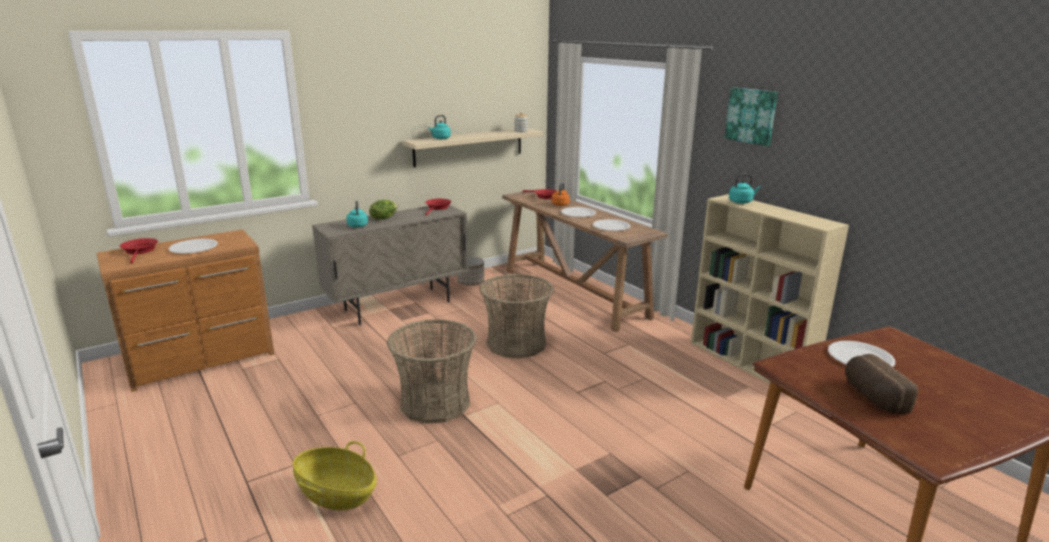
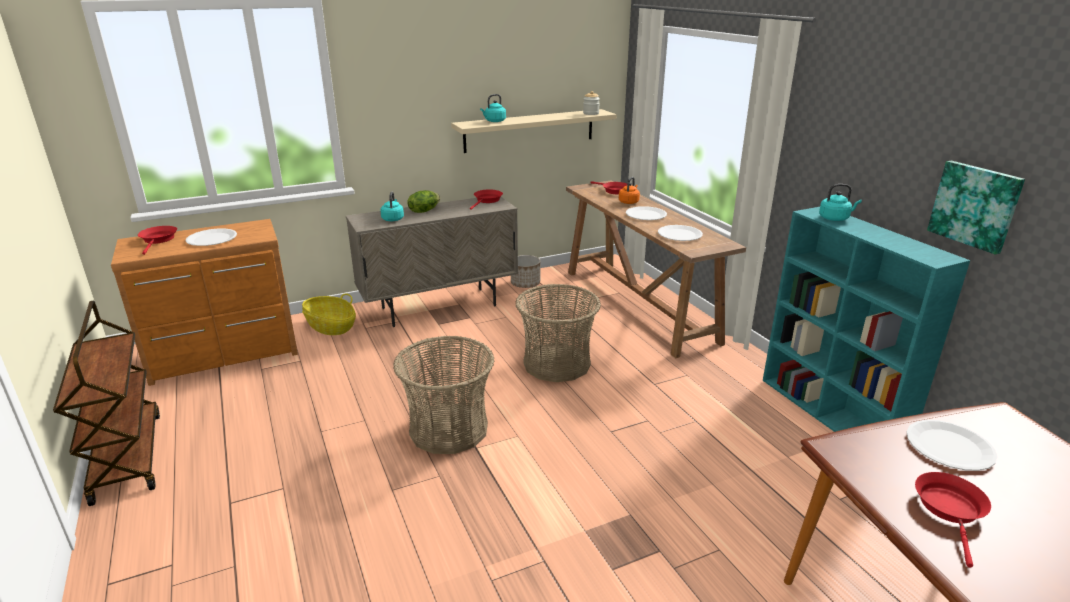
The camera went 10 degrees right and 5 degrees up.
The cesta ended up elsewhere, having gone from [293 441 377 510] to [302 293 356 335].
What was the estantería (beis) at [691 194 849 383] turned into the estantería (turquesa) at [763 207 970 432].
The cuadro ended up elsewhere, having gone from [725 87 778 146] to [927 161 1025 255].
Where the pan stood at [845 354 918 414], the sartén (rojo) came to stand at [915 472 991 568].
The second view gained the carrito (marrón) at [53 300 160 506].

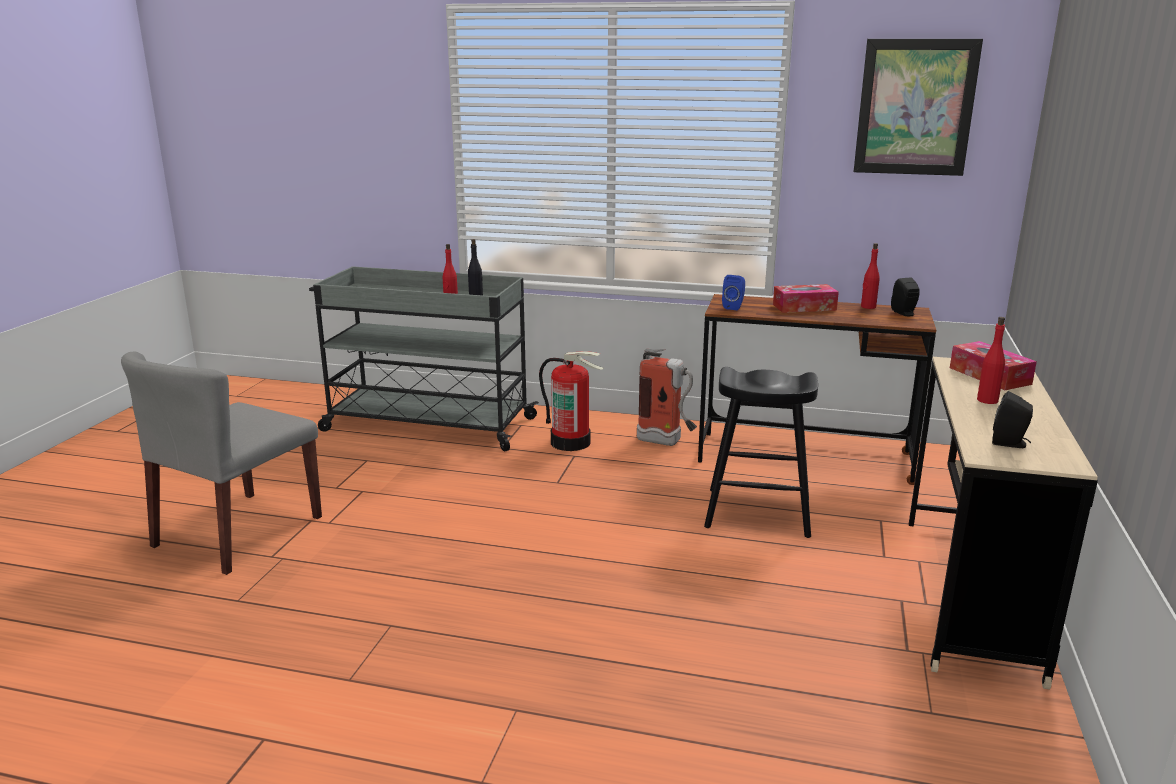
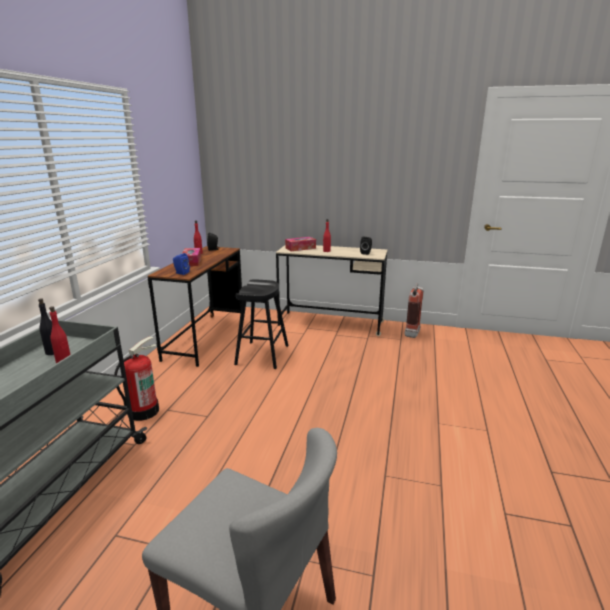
The camera went 90 degrees left and 0 degrees up.
The extintor ended up elsewhere, having gone from [637 348 697 446] to [405 284 424 338].
The second view lost the cuadro at [854 39 983 176].

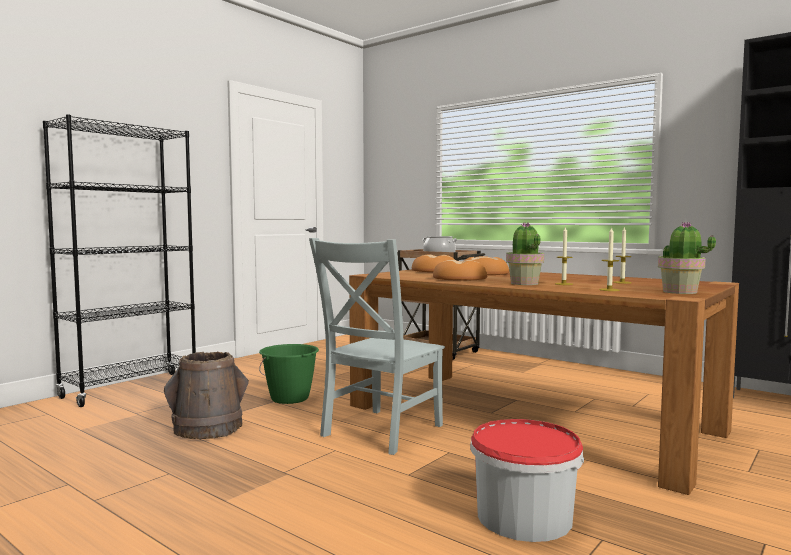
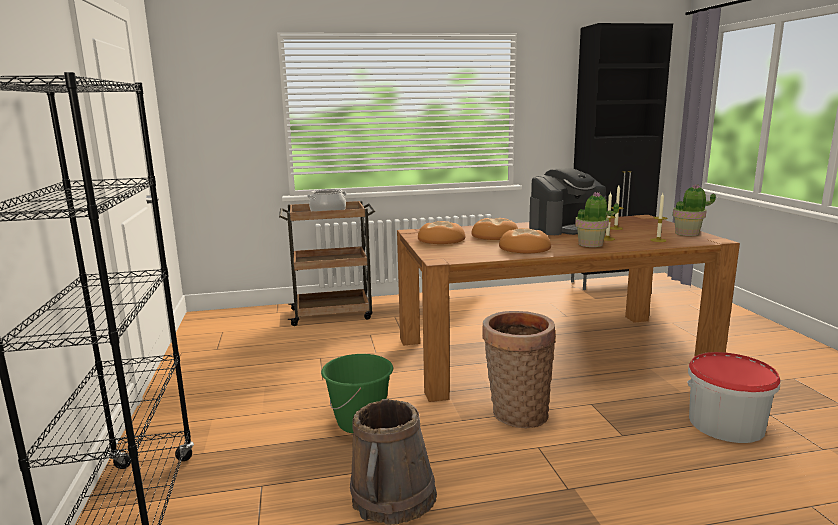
The camera went 50 degrees left and 10 degrees up.
Where the silla (gris) stood at [309 238 445 455], the cesta came to stand at [483 311 556 428].
The second view gained the cafetera at [529 168 606 235].

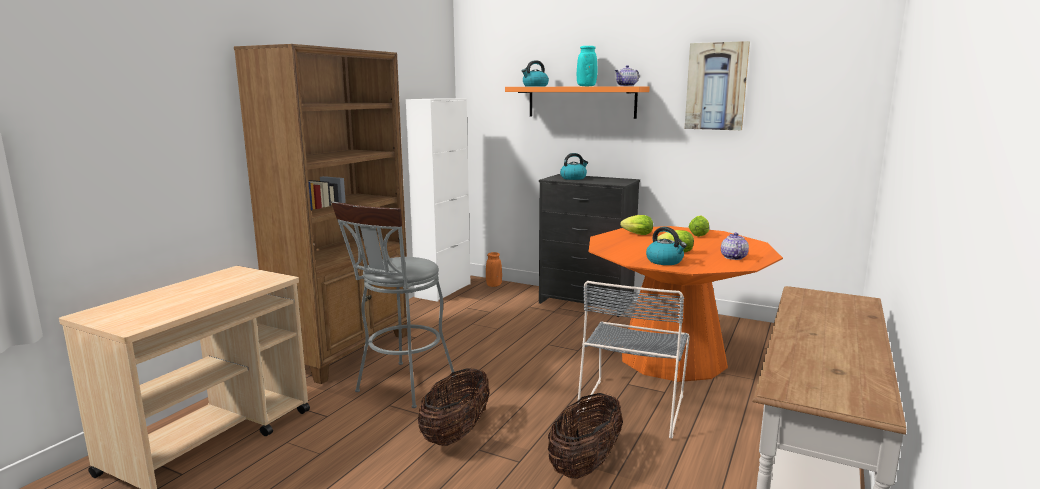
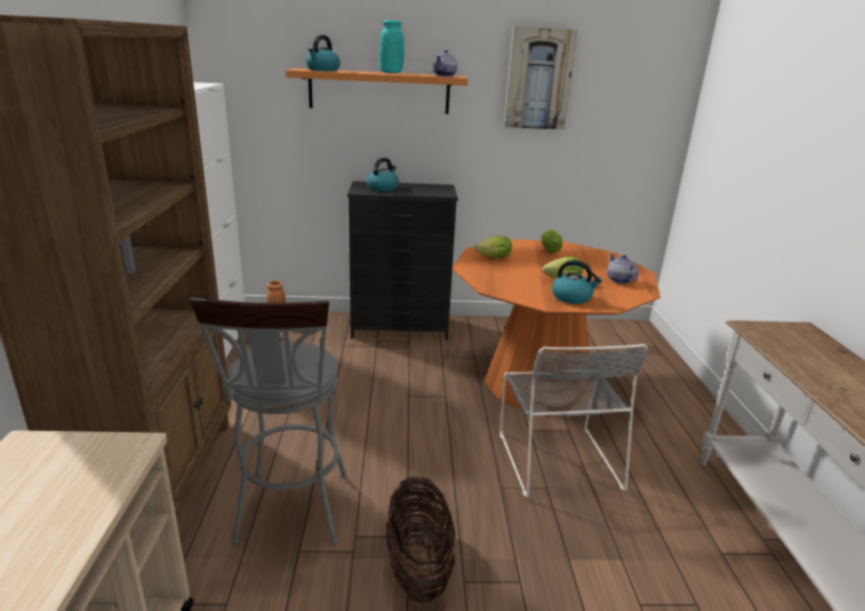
The camera went 30 degrees left and 10 degrees up.
The second view lost the cesta at [548 393 623 479].

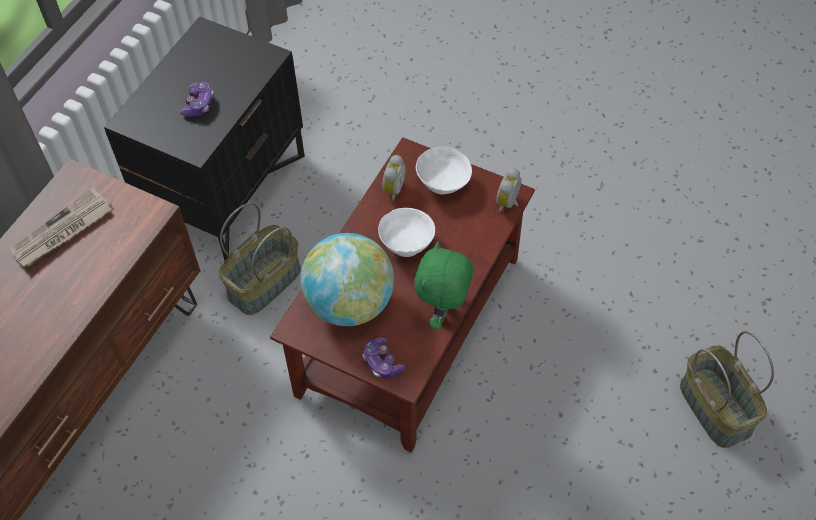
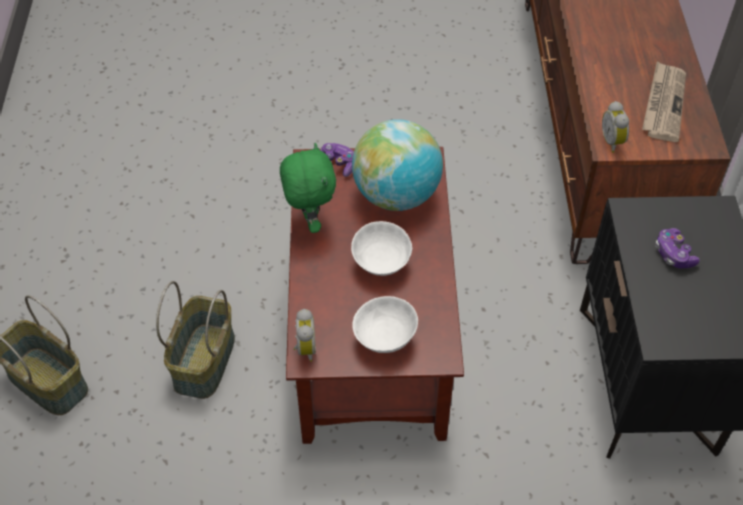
The camera went 150 degrees right and 5 degrees down.
The cesta ended up elsewhere, having gone from [218 203 301 315] to [156 281 235 399].
The despertador ended up elsewhere, having gone from [382 155 406 201] to [602 101 629 153].

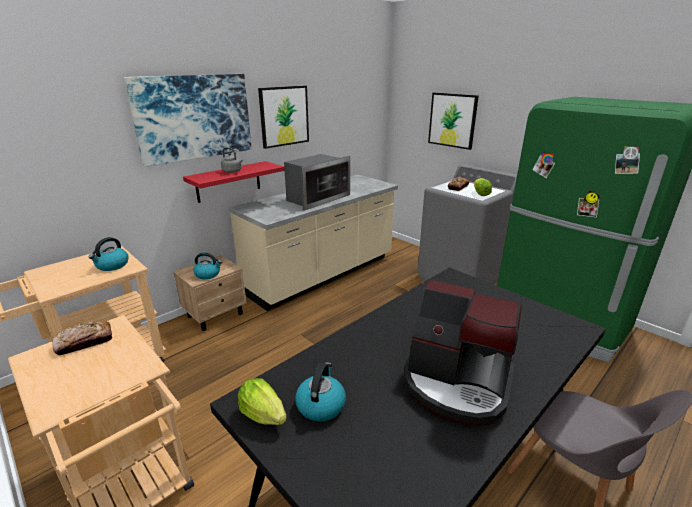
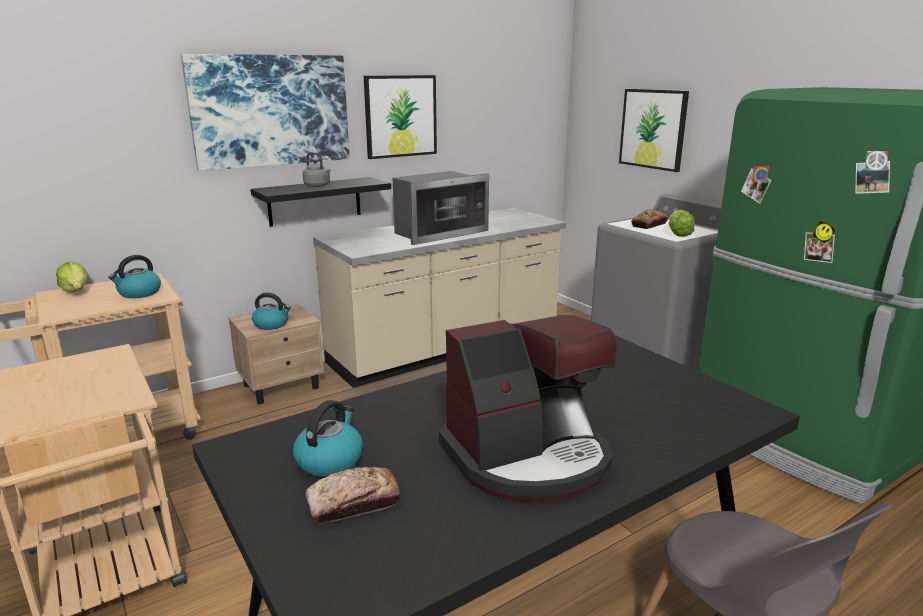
The camera went 10 degrees right and 5 degrees down.
The pan ended up elsewhere, having gone from [52 321 112 355] to [305 467 401 524].
What was the estante (rojo) at [183 161 284 203] turned into the estante (negro) at [251 177 391 227].
The lechuga ended up elsewhere, having gone from [238 378 287 425] to [56 262 88 293].
The cafetera at [404 280 522 426] ended up facing another way, 60 degrees counterclockwise from before.

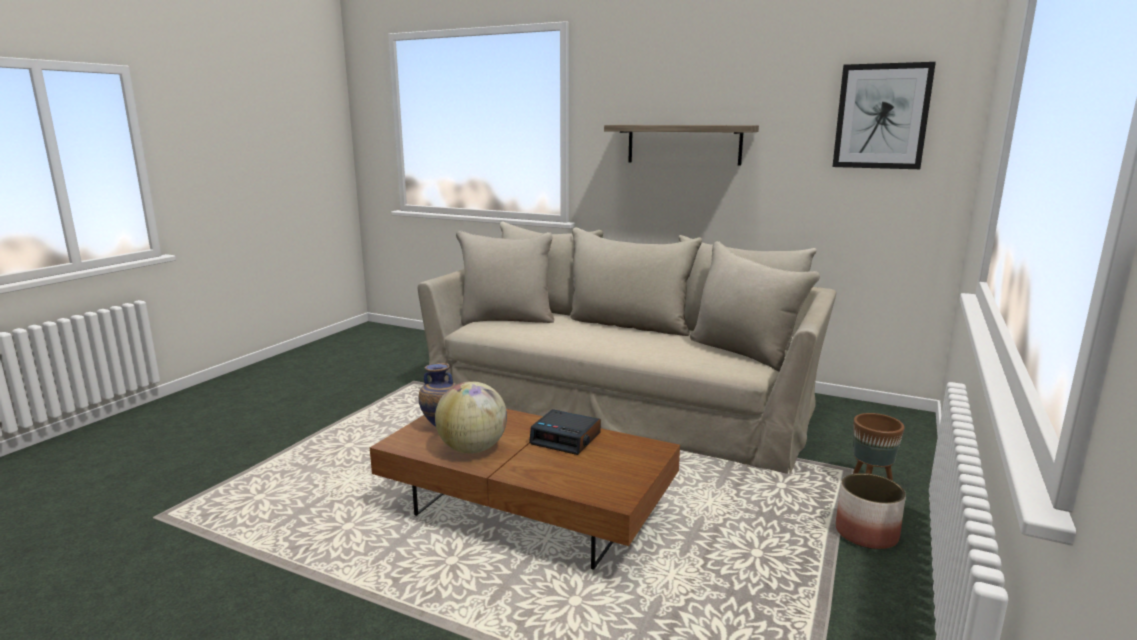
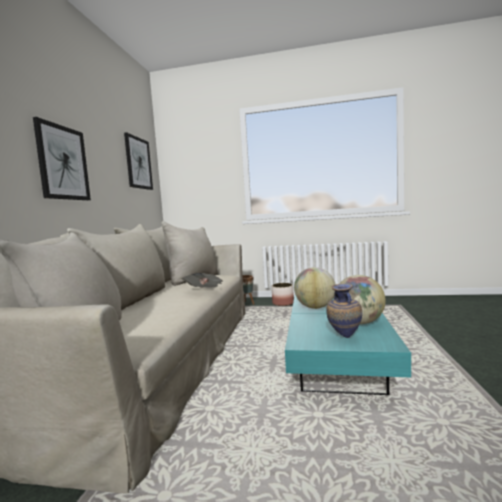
The camera went 105 degrees left and 10 degrees down.
What was the mesa de centro (marrón) at [370 409 680 570] turned into the mesa de centro (turquesa) at [285 295 411 395].
Where the despertador stood at [529 409 601 455], the globo terráqueo came to stand at [294 267 335 309].
Where the estante hung at [604 125 759 166], the cuadro came to hang at [33 117 91 200].
The second view gained the periódico at [182 273 223 288].

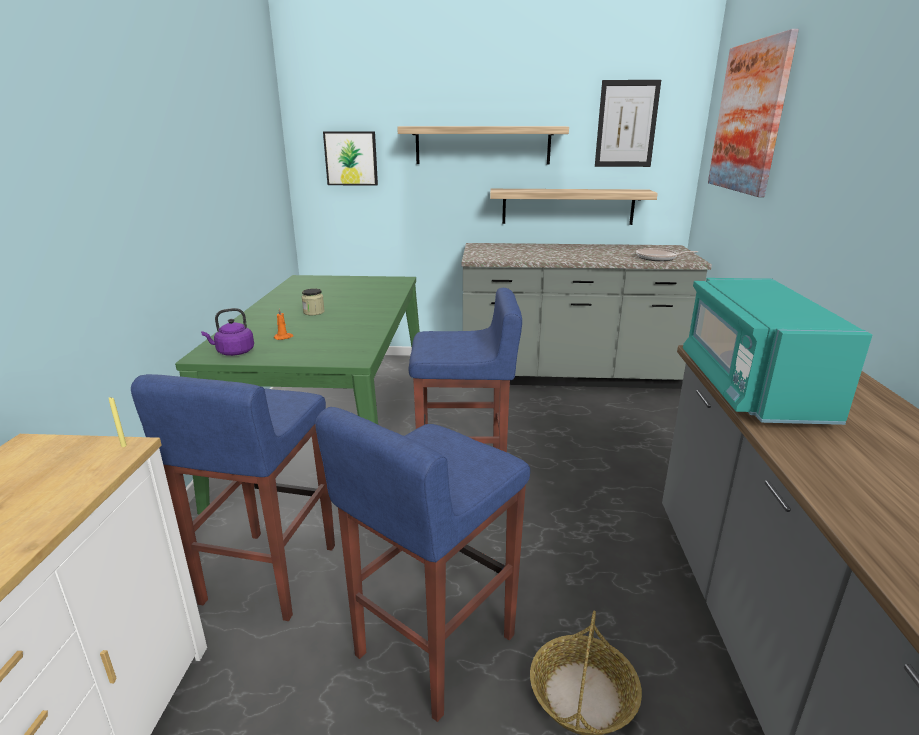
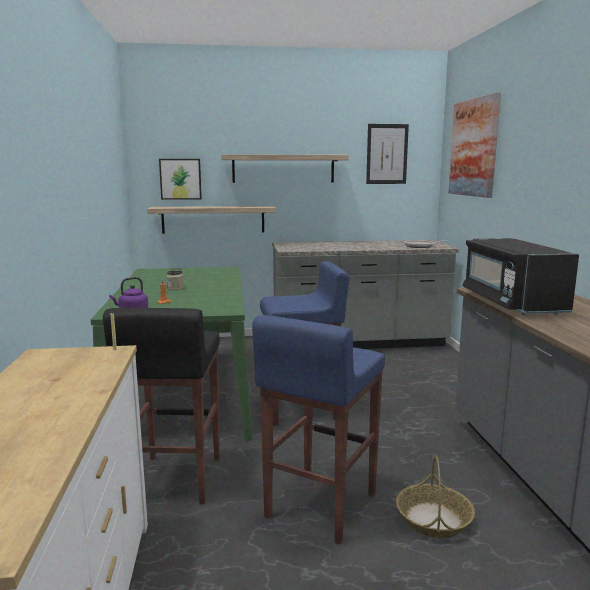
The camera went 10 degrees left and 10 degrees down.
What was the taburete (azul) at [131 374 335 621] turned into the taburete (negro) at [103 308 220 504].
The estante ended up elsewhere, having gone from [490 189 658 225] to [147 206 276 234].
What was the microondas (turquesa) at [683 278 872 425] turned into the microondas (negro) at [463 238 579 315].

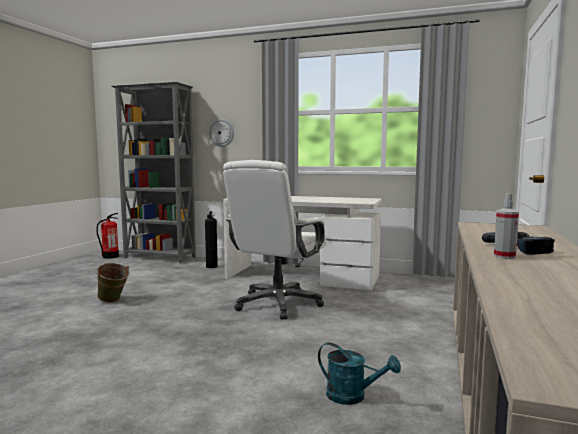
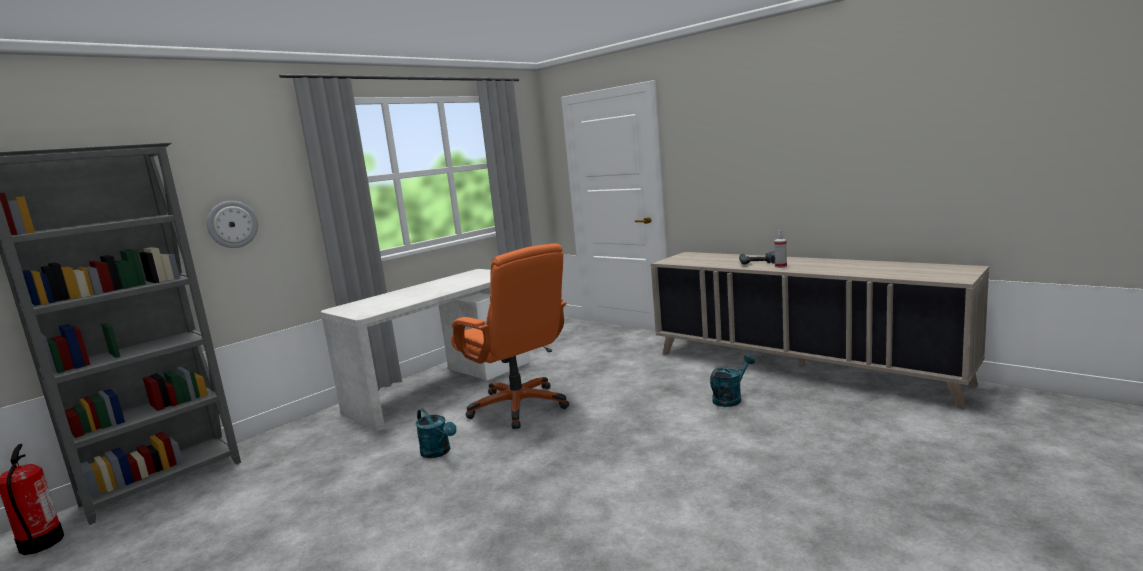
The camera went 65 degrees left and 5 degrees up.
The second view lost the cubo (verde) at [95 263 130 303].
The second view lost the extintor at [205 211 218 268].
What was the silla de oficina (blanco) at [223 160 326 320] turned into the silla de oficina (naranja) at [451 243 569 429].
The second view gained the regadera (turquesa) at [415 408 457 458].

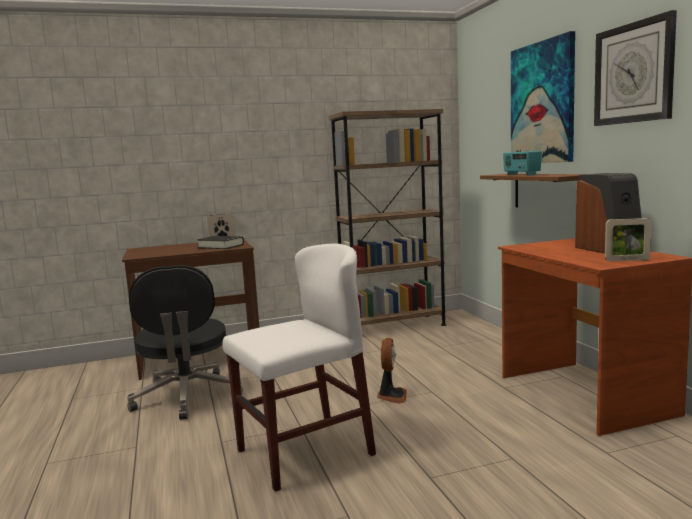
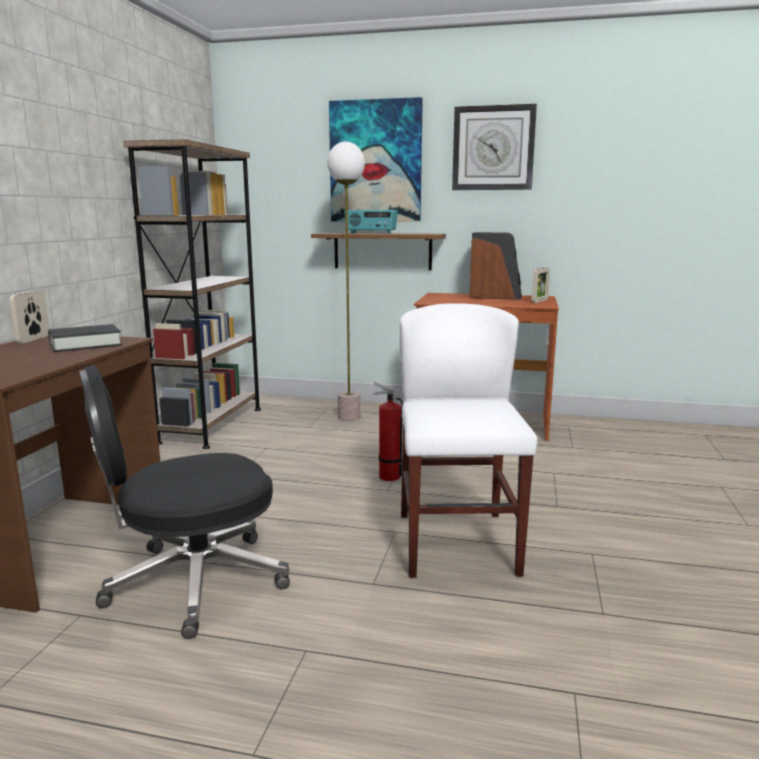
The camera went 60 degrees left and 5 degrees up.
The silla de oficina (negro) at [128 265 243 420] ended up facing another way, 135 degrees clockwise from before.
Where the ventilador stood at [377 338 407 403], the extintor came to stand at [373 381 403 481].
The second view gained the lámpara de pie at [327 142 365 421].

